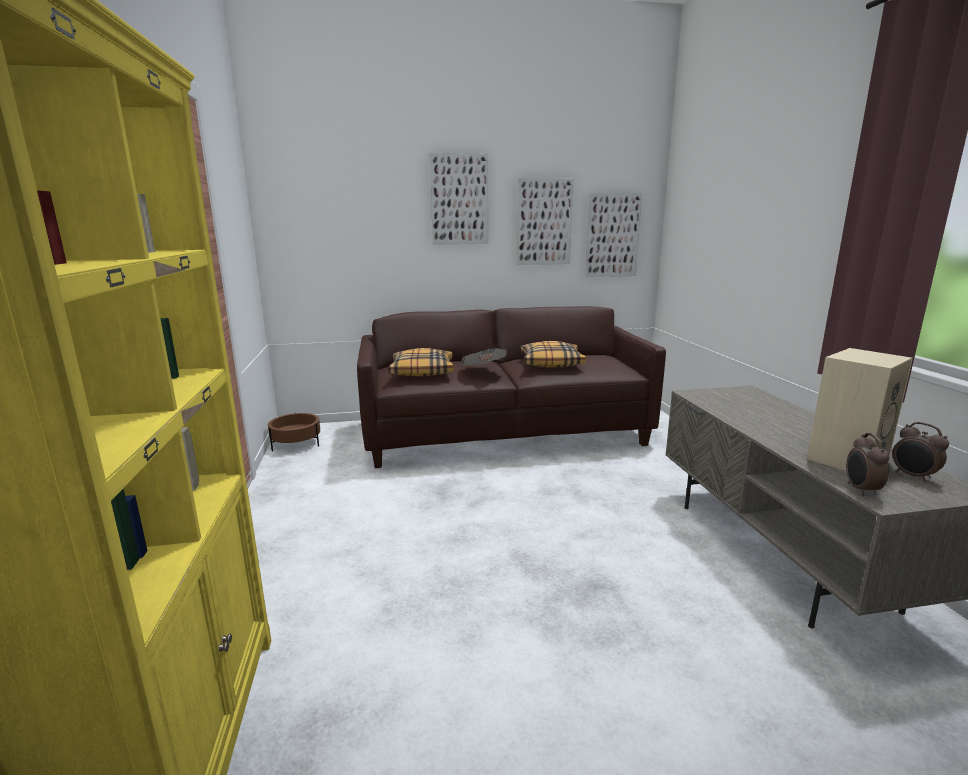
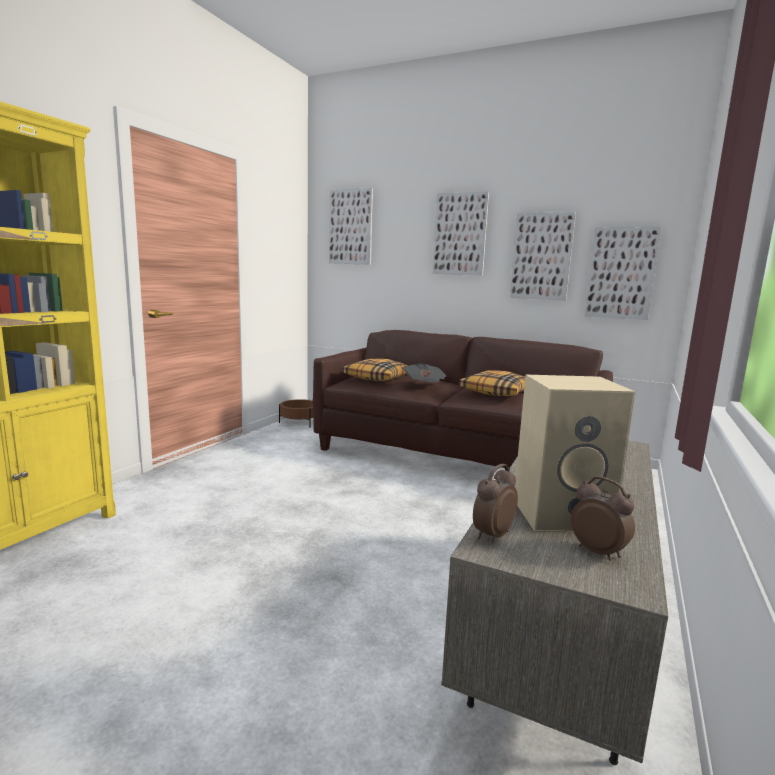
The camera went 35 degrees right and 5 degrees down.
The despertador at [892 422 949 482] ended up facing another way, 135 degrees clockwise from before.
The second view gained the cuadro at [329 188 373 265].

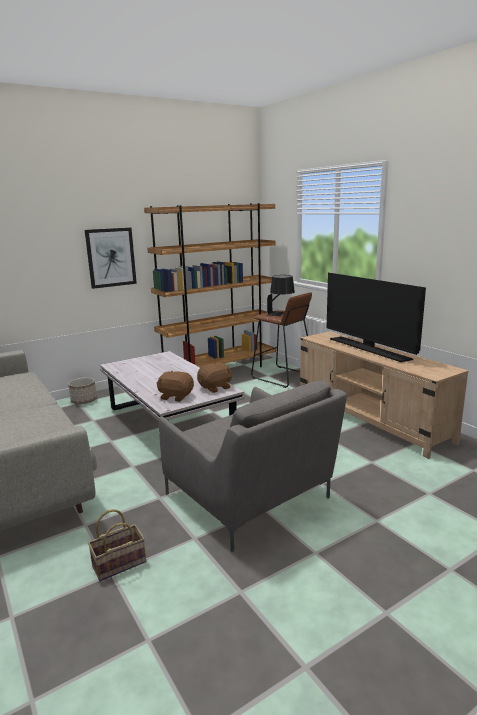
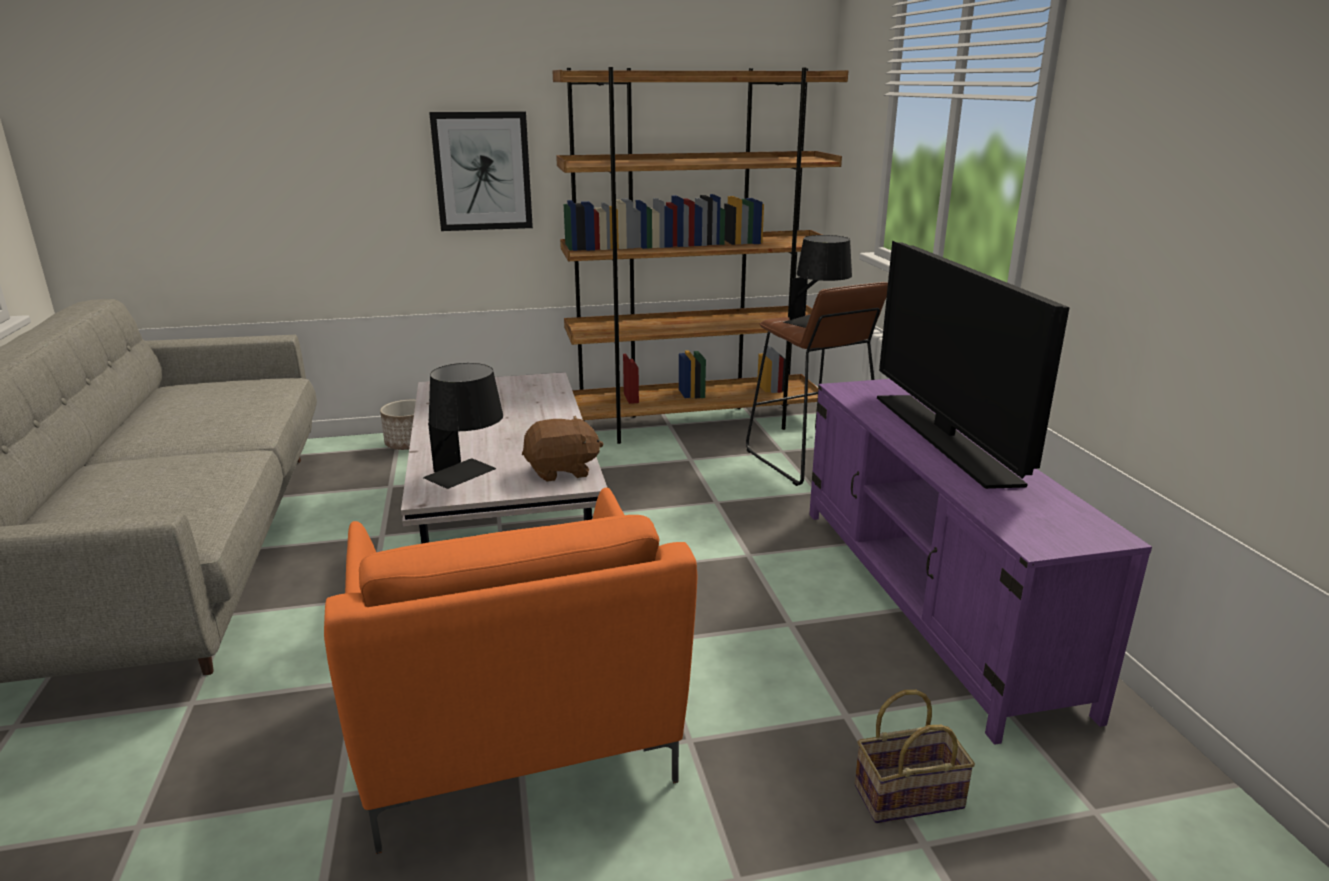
The camera went 20 degrees right and 5 degrees up.
The cesta ended up elsewhere, having gone from [88 509 146 581] to [855 690 975 823].
Where the peluche (marrón) stood at [157 371 194 402], the lámpara de mesa (negro) came to stand at [423 363 503 489].
What was the sillón (gris) at [159 380 347 552] turned into the sillón (naranja) at [324 487 698 854].
What was the mueble de televisión (beis) at [300 331 468 459] turned into the mueble de televisión (morado) at [809 379 1152 745].

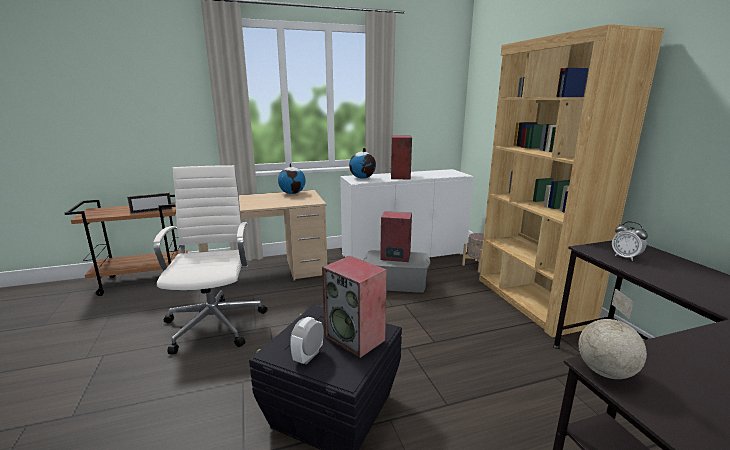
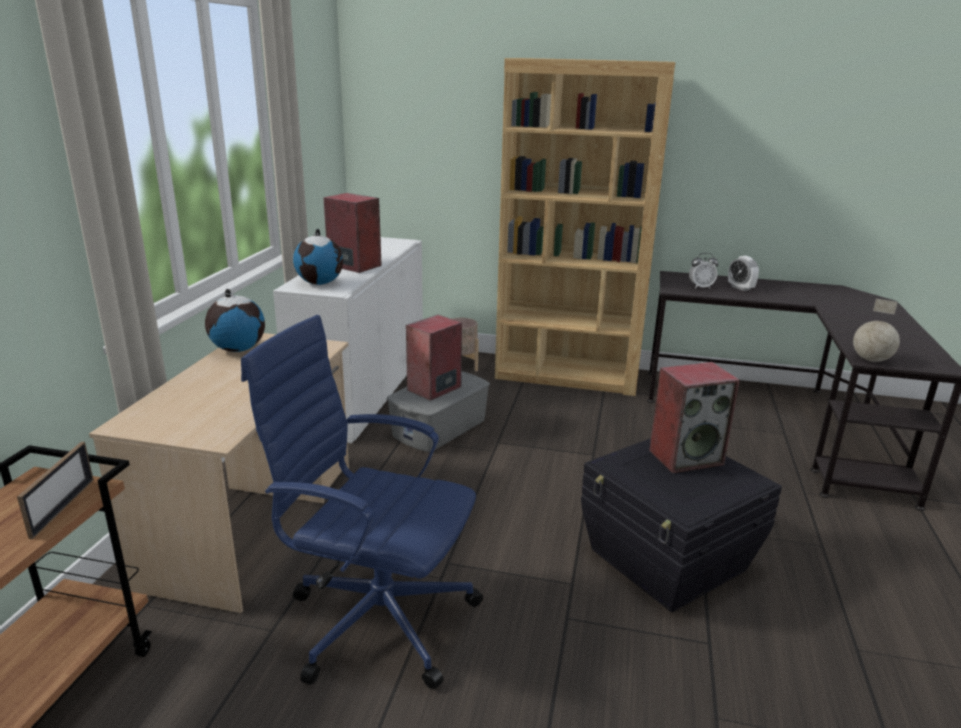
The camera went 60 degrees left and 5 degrees up.
What was the silla de oficina (blanco) at [153 165 267 354] turned into the silla de oficina (azul) at [241 315 483 689].
The despertador ended up elsewhere, having gone from [290 317 324 364] to [728 256 759 291].

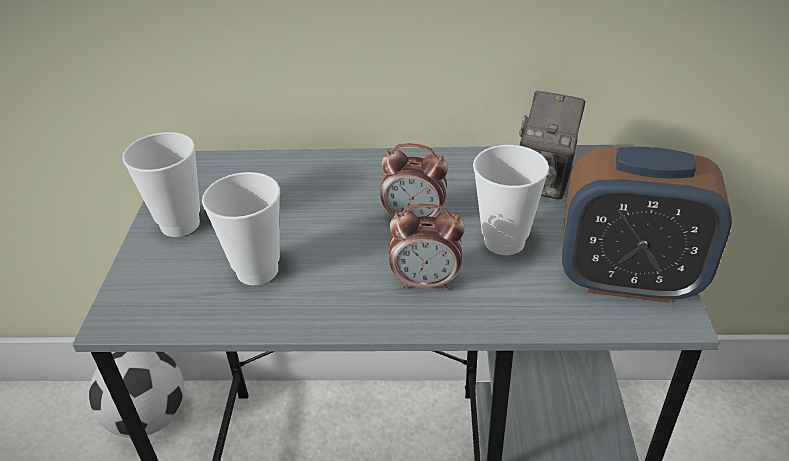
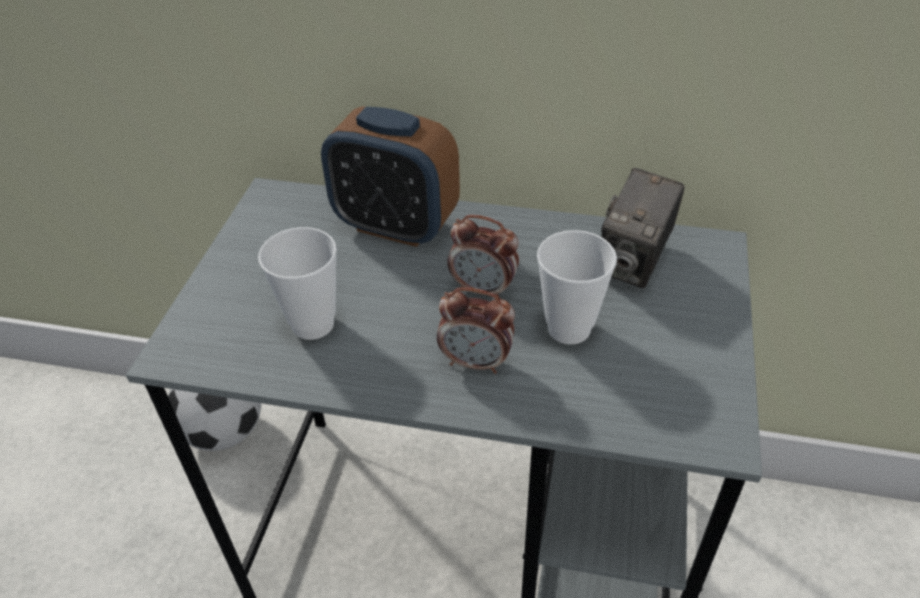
The camera went 10 degrees right and 5 degrees up.
The second view lost the taza at [122 132 200 237].
The despertador ended up elsewhere, having gone from [562 147 732 303] to [321 106 460 247].

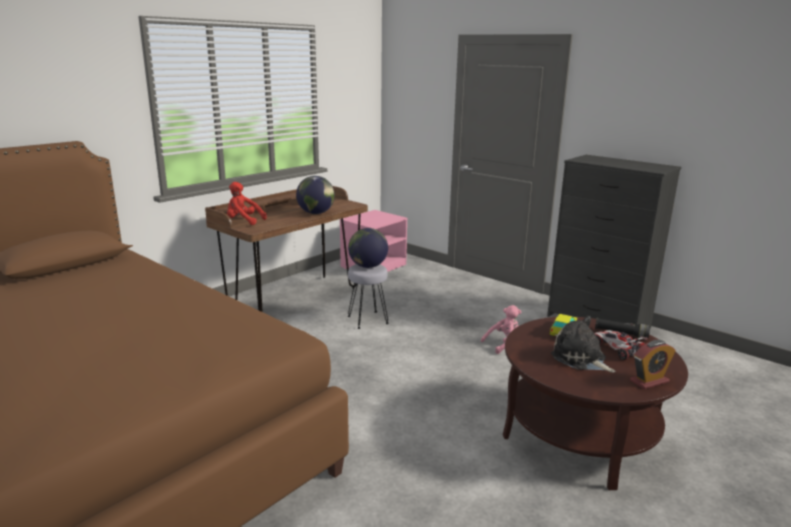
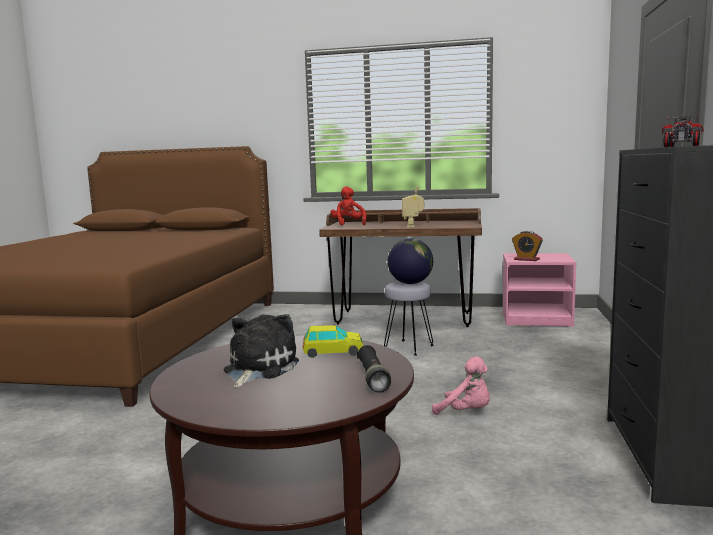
The camera went 60 degrees right and 10 degrees down.
Where the globo terráqueo stood at [296 176 335 214], the robot de juguete came to stand at [402 186 424 228].
The coche de juguete ended up elsewhere, having gone from [594 330 648 360] to [662 113 704 147].
The despertador ended up elsewhere, having gone from [630 340 675 389] to [512 231 543 261].

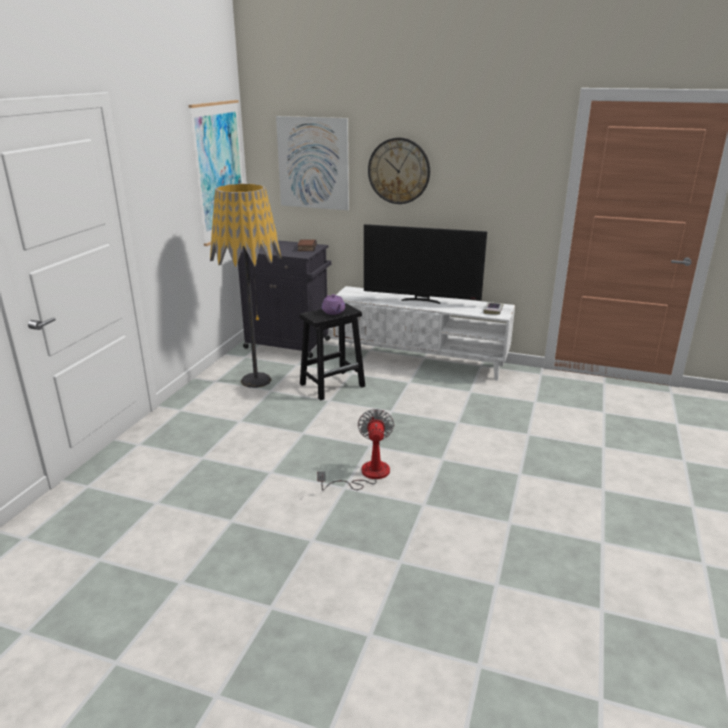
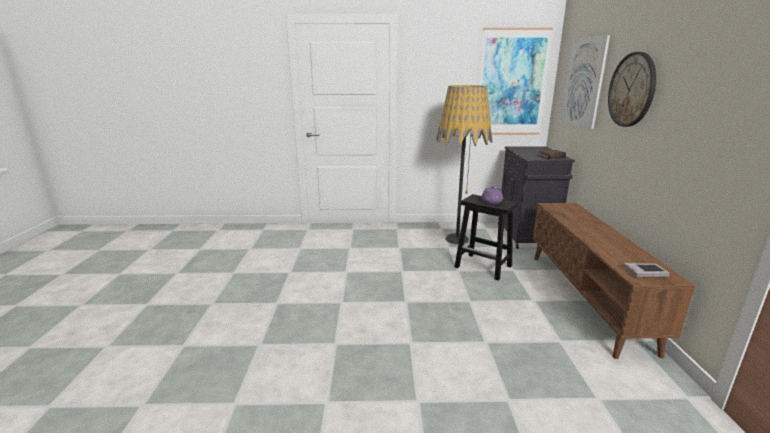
The camera went 70 degrees right and 5 degrees down.
The second view lost the ventilador at [317 409 394 491].
What was the mueble de televisión (blanco) at [332 286 515 381] turned into the mueble de televisión (marrón) at [533 203 695 359].
The second view lost the televisor at [364 224 487 304].

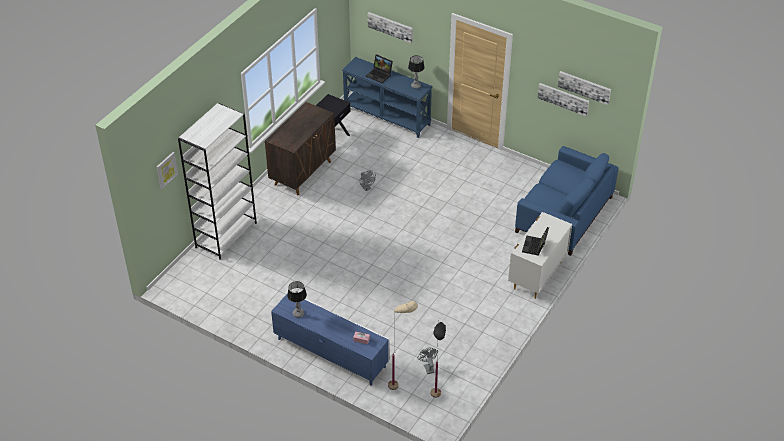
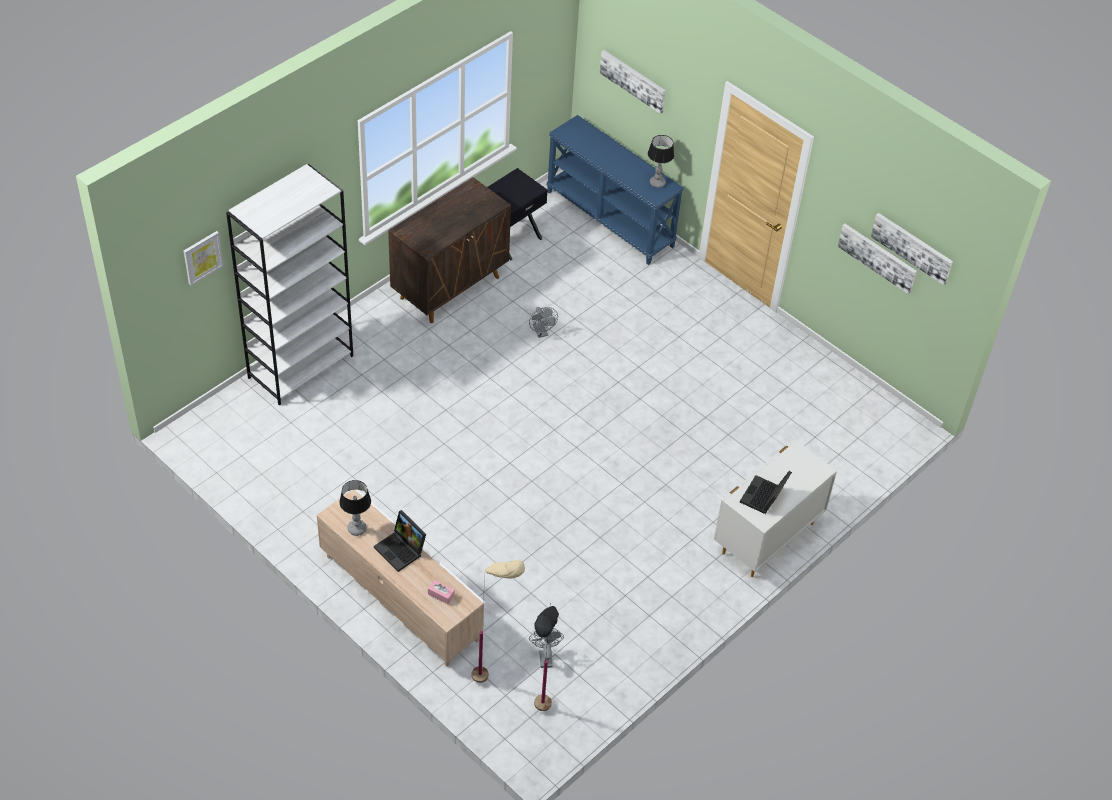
The camera went 10 degrees right and 5 degrees up.
What was the mueble de televisión (azul) at [271 293 389 386] turned into the mueble de televisión (beis) at [317 490 485 667].
The portátil ended up elsewhere, having gone from [366 54 393 83] to [374 510 426 572].
The second view lost the sofá (azul) at [515 146 619 256].

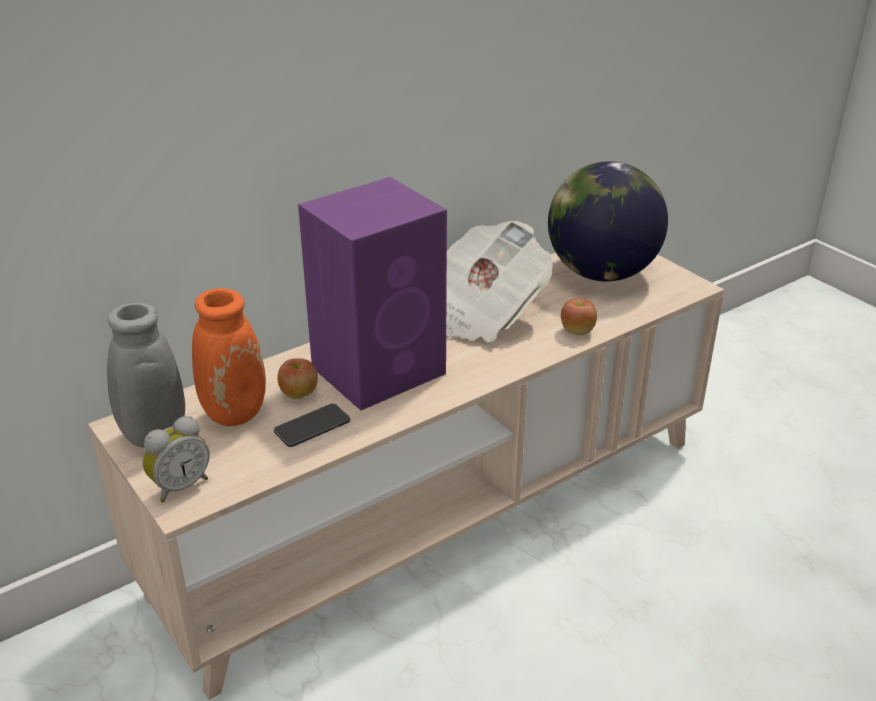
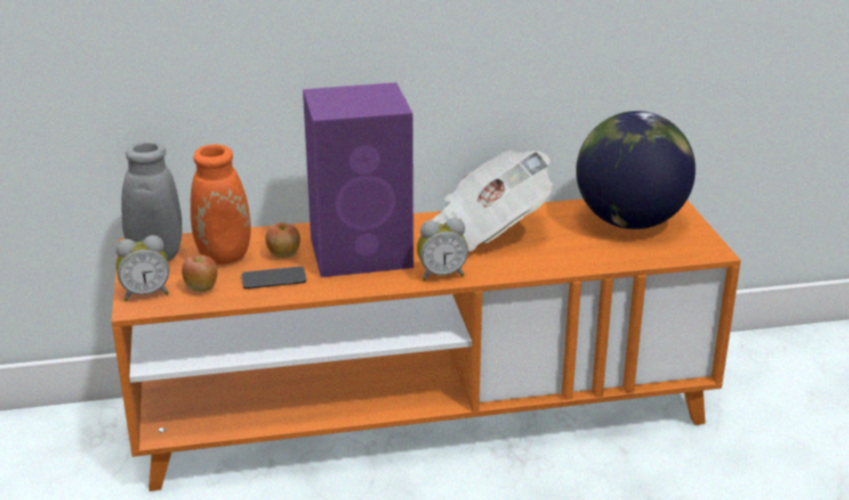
The camera went 25 degrees right and 5 degrees down.
What was the mueble de televisión (beis) at [88 253 724 700] turned into the mueble de televisión (naranja) at [111 199 741 491].
The manzana ended up elsewhere, having gone from [561 299 597 335] to [182 255 217 292].
The second view gained the despertador at [417 218 469 281].

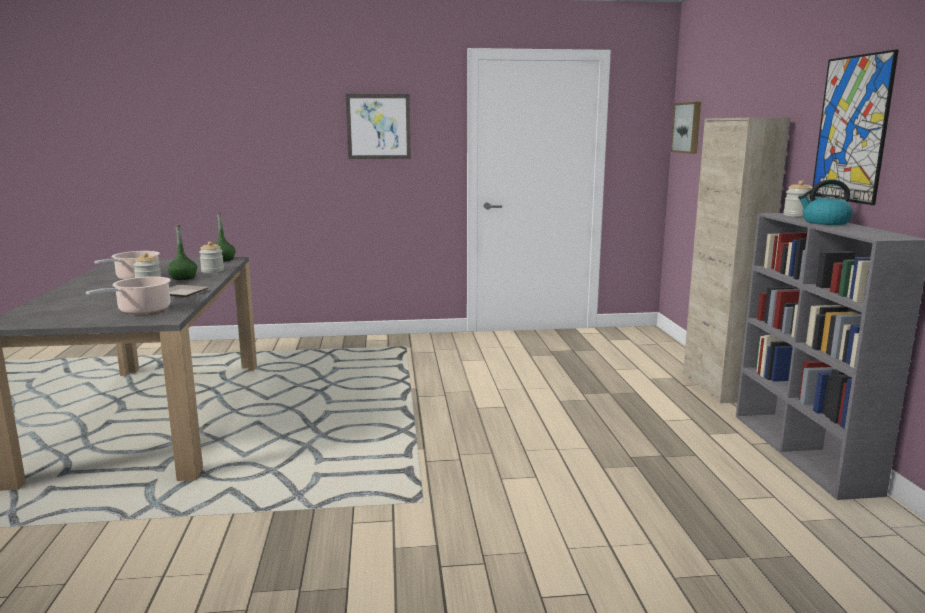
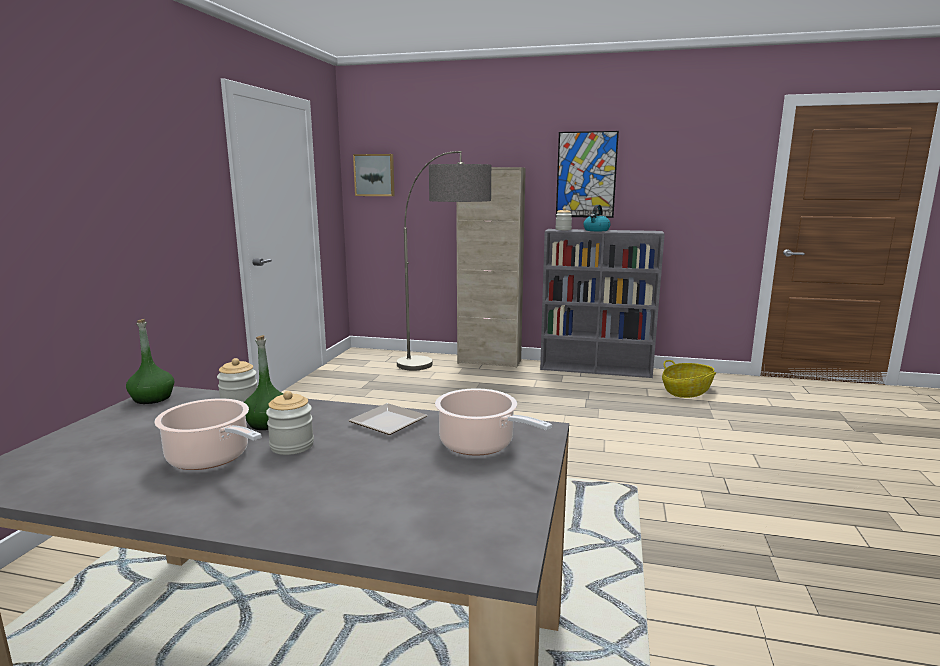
The camera went 70 degrees left and 0 degrees up.
The second view lost the cuadro at [346 94 411 159].
The second view gained the lámpara de pie at [397 151 491 371].
The second view gained the cesta at [662 360 716 398].

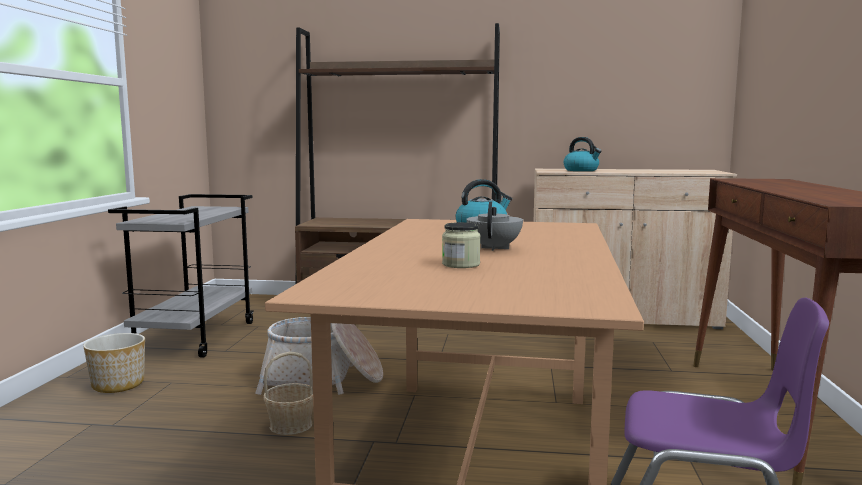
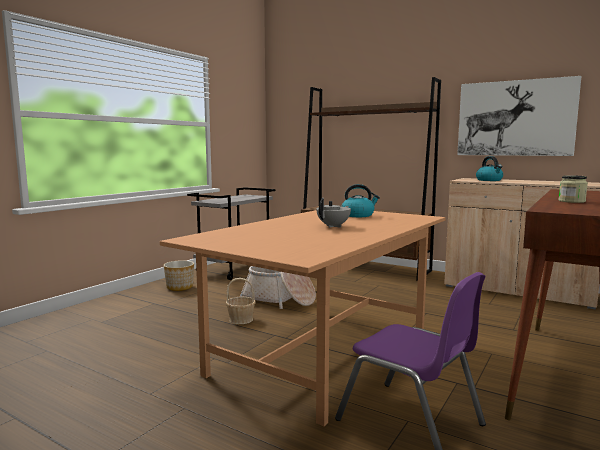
The camera went 25 degrees right and 0 degrees up.
The tarro ended up elsewhere, having gone from [442 222 481 268] to [558 175 588 203].
The second view gained the cuadro at [457 76 581 156].

